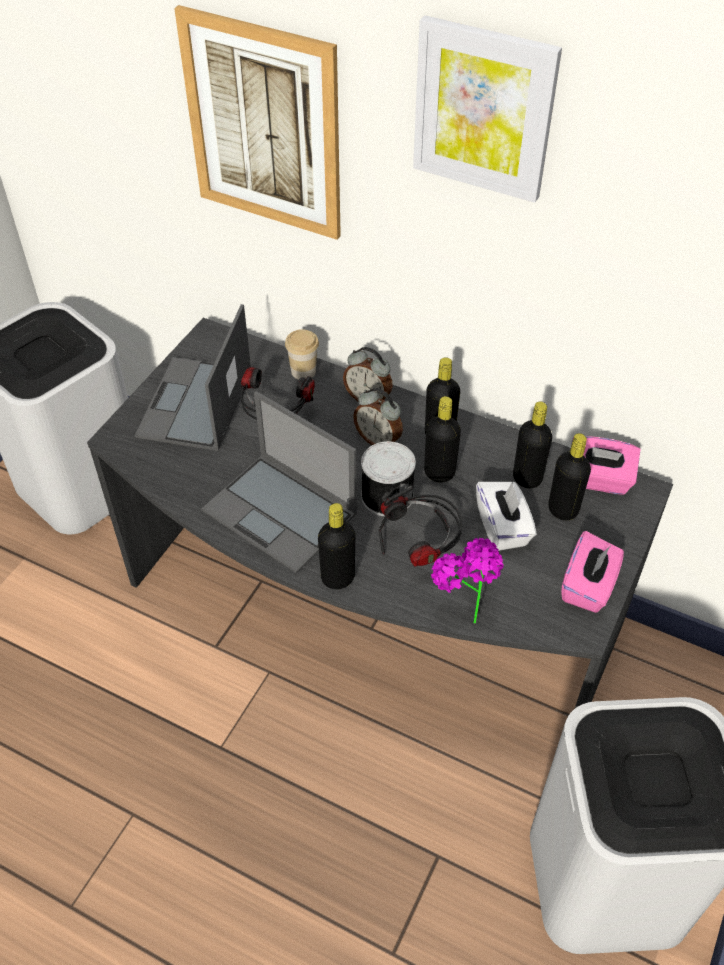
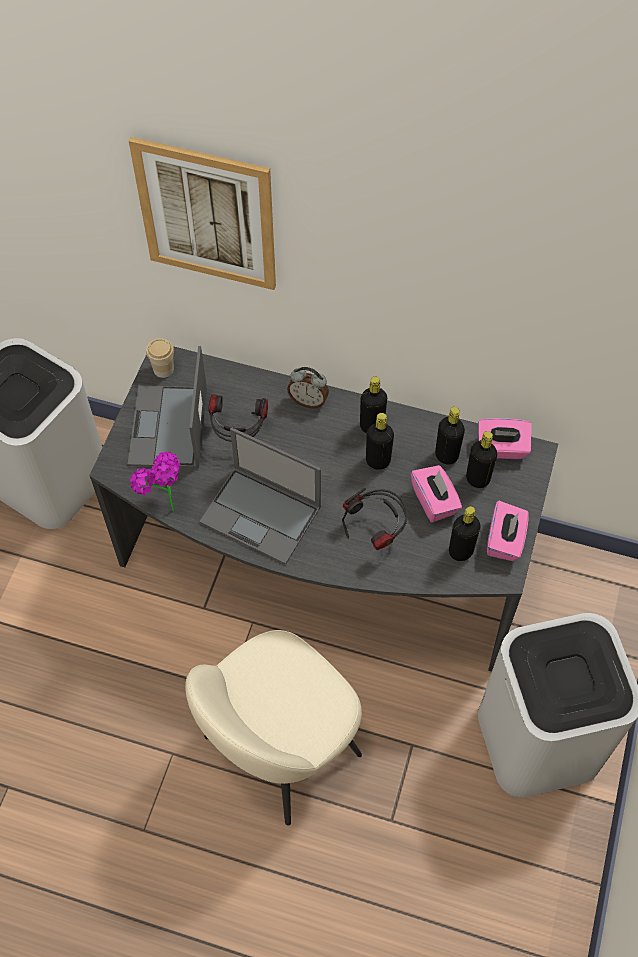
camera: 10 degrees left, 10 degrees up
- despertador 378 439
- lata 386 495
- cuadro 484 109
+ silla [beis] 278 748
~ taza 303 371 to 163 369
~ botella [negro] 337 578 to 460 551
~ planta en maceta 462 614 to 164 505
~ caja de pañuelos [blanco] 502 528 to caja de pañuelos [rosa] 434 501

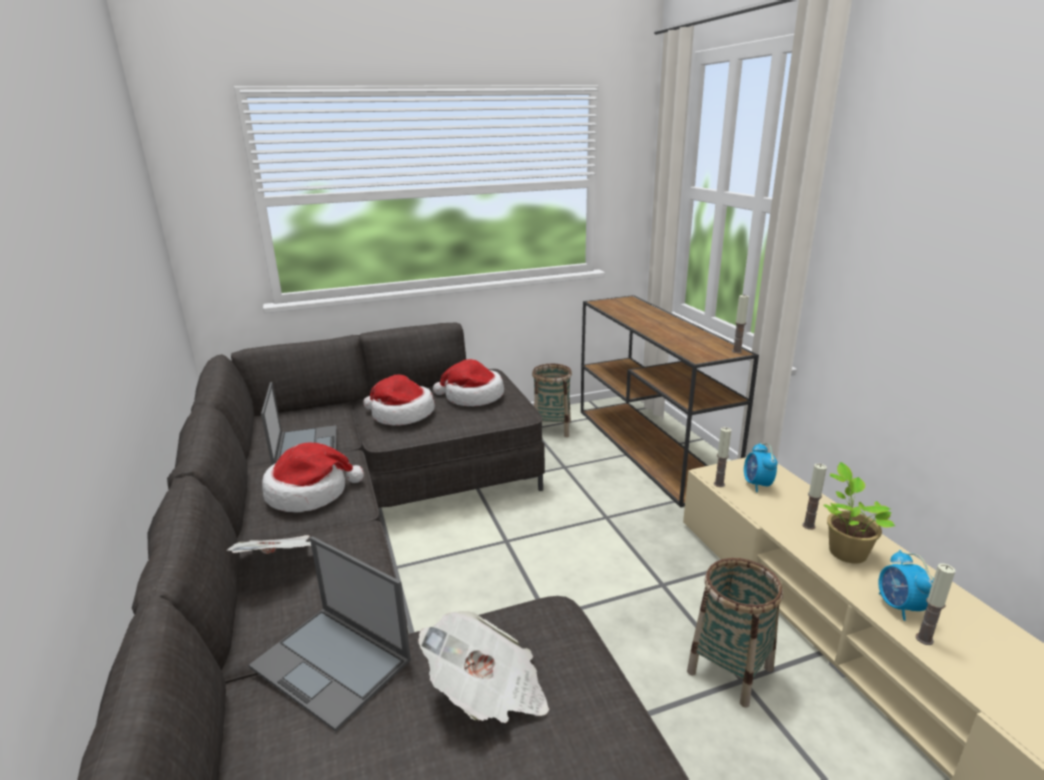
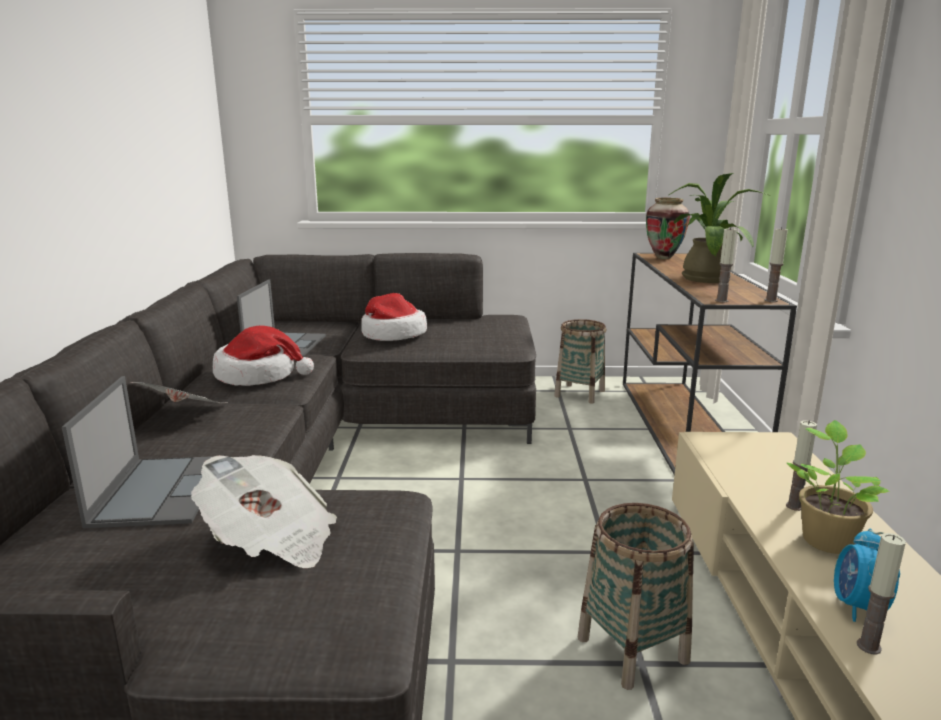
camera: 20 degrees right, 5 degrees down
- sombrero 472 397
- despertador 757 485
+ florero 664 257
+ planta en maceta 705 278
~ vela 719 484 to 721 301
~ portátil 332 664 = 161 490 150 degrees counterclockwise

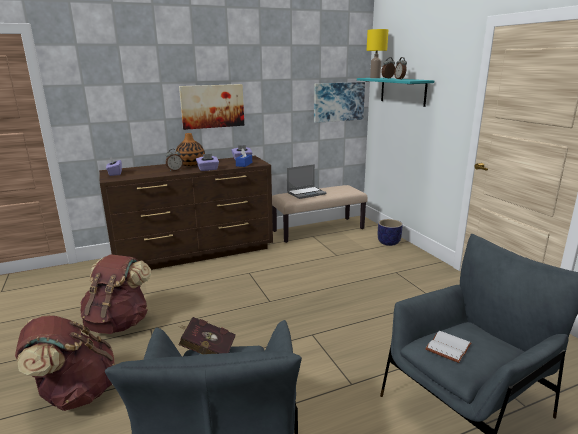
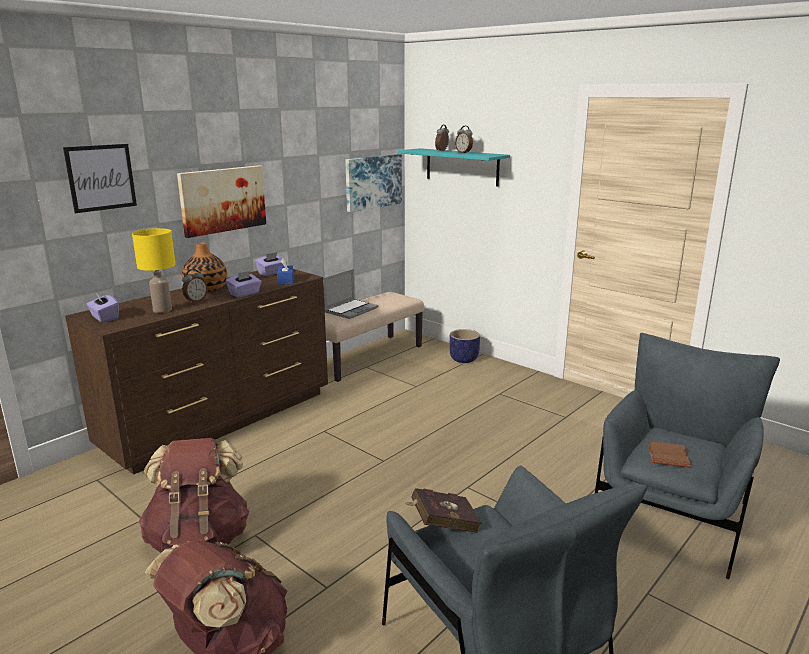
camera: 25 degrees left, 0 degrees up
+ cuadro 101 177
~ lámpara de mesa [amarillo] 375 78 to 162 310
~ libro [blanco] 447 346 to libro [marrón] 666 455

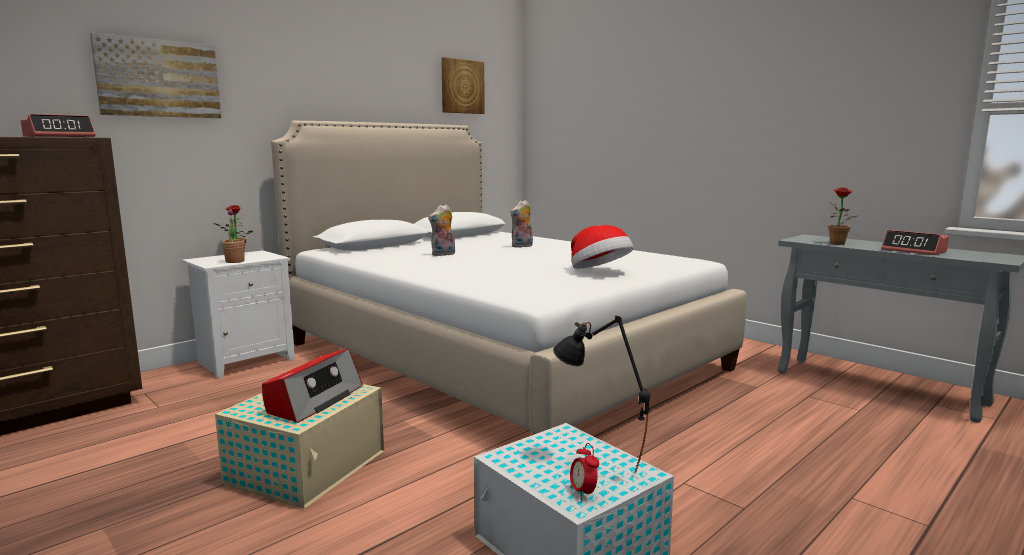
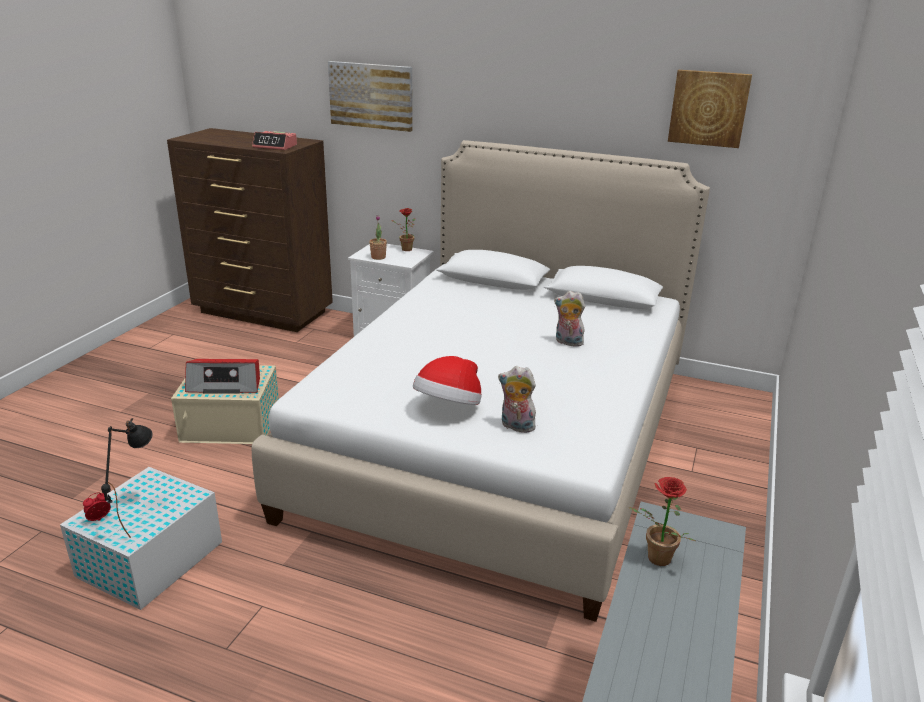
camera: 65 degrees right, 15 degrees up
- despertador 914 251
~ peluche 443 254 to 516 426

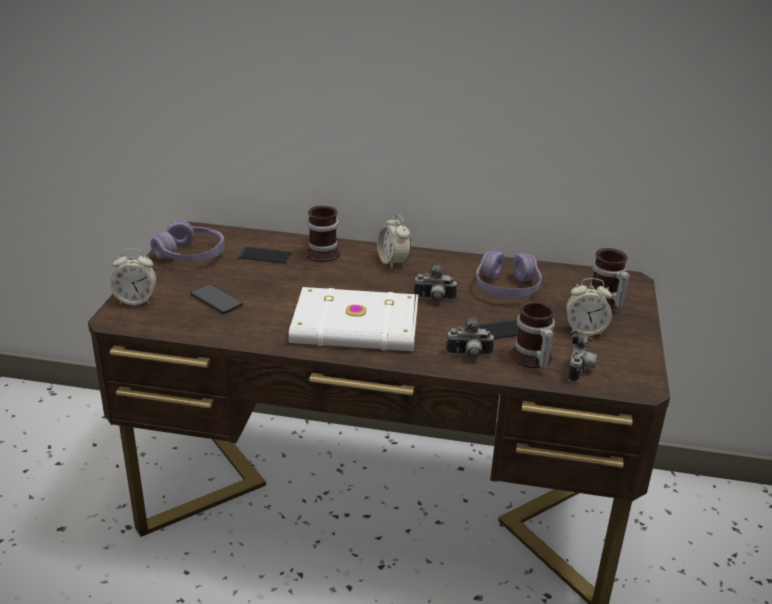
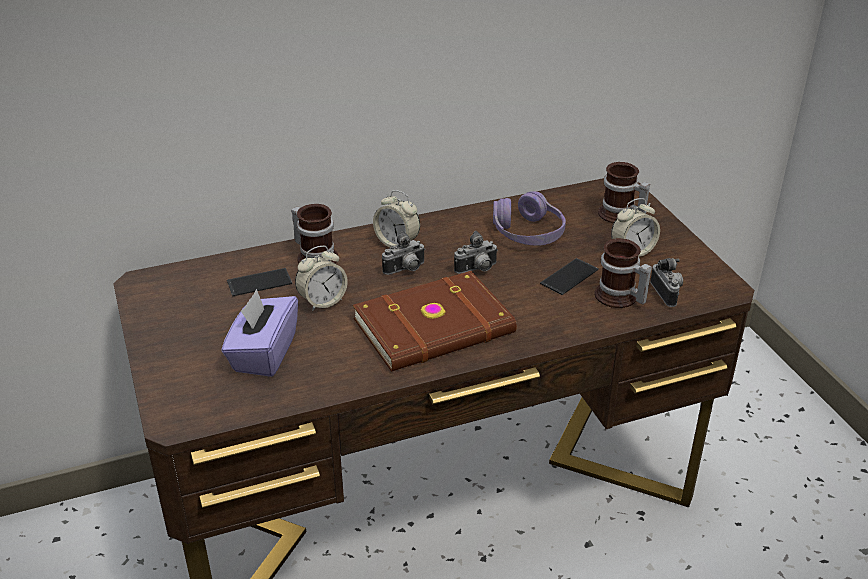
camera: 30 degrees left, 5 degrees up
- auriculares [morado] 191 255
~ despertador 136 300 to 322 301
~ cámara 469 356 to 405 270
~ móvil 216 300 to caja de pañuelos [morado] 263 354
~ libro [blanco] 356 327 to libro [marrón] 436 328

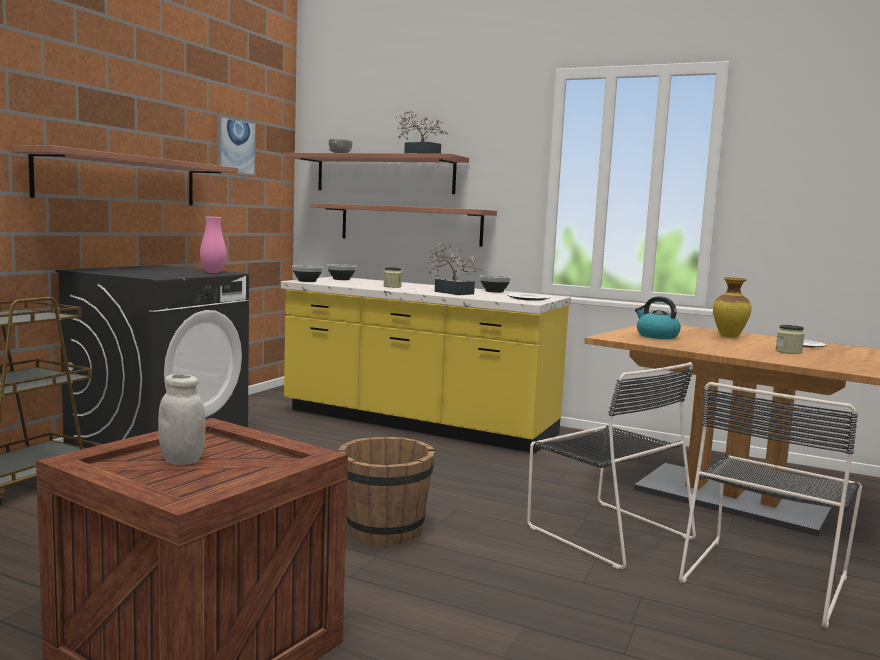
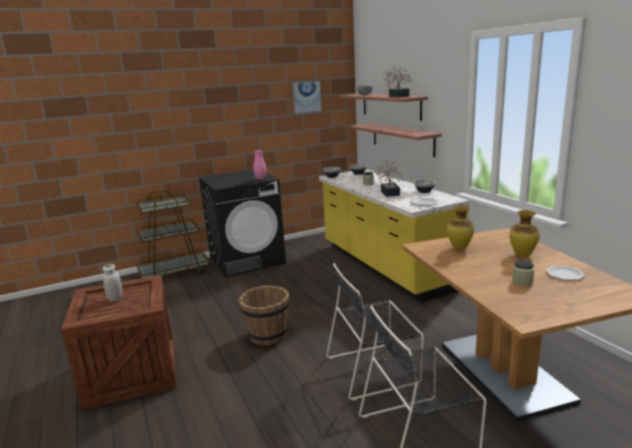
camera: 40 degrees right, 10 degrees up
- estante 119 180
~ hervidor 656 336 to florero 459 248
~ silla [negro] 605 531 = 375 369 75 degrees clockwise

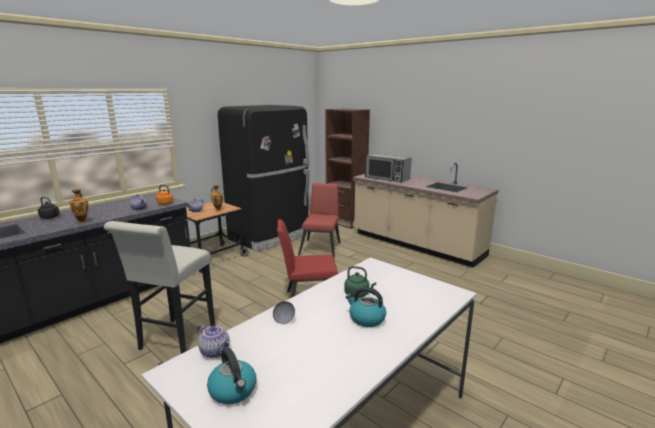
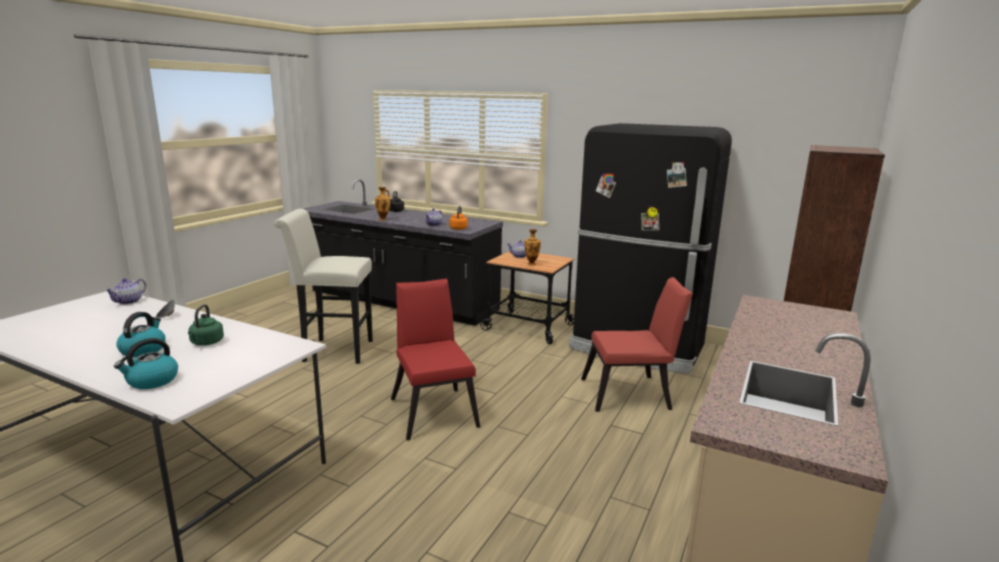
camera: 75 degrees right, 0 degrees up
- microondas 387 178
~ hervidor 233 391 to 152 381

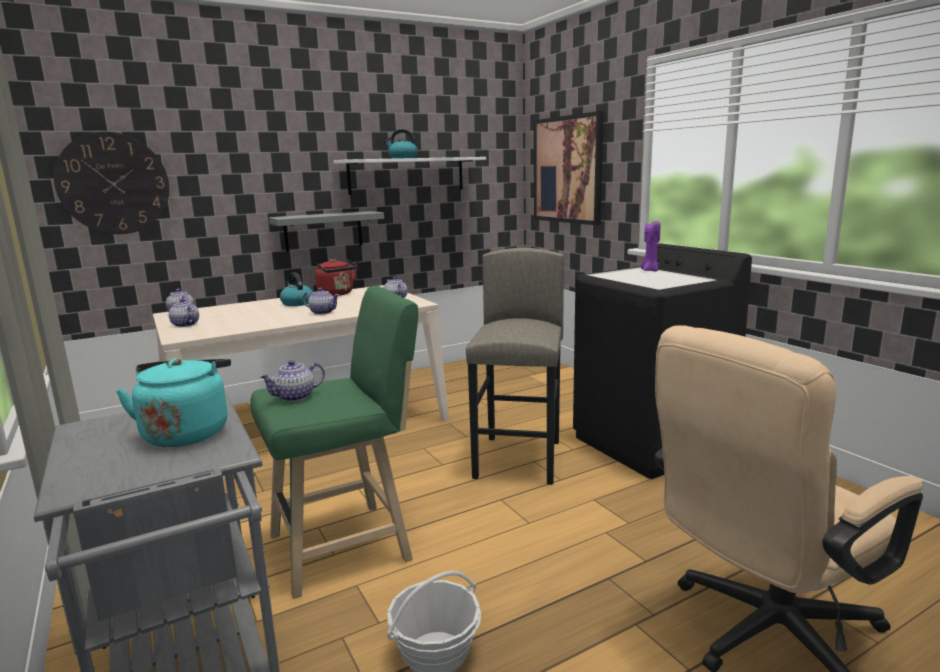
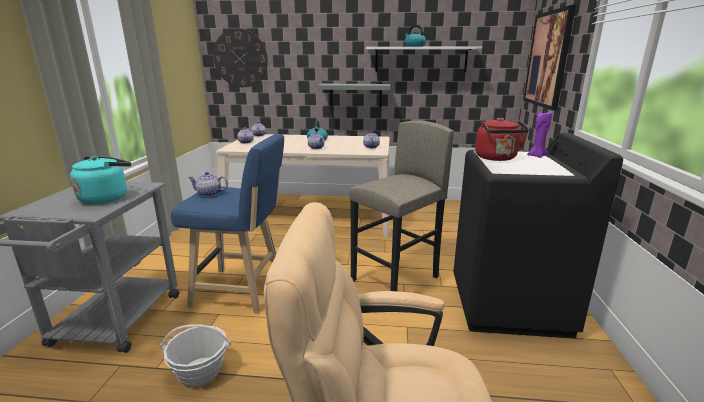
camera: 35 degrees right, 5 degrees up
~ hervidor [rojo] 337 294 to 497 158
~ taburete [verde] 348 545 to taburete [azul] 243 290

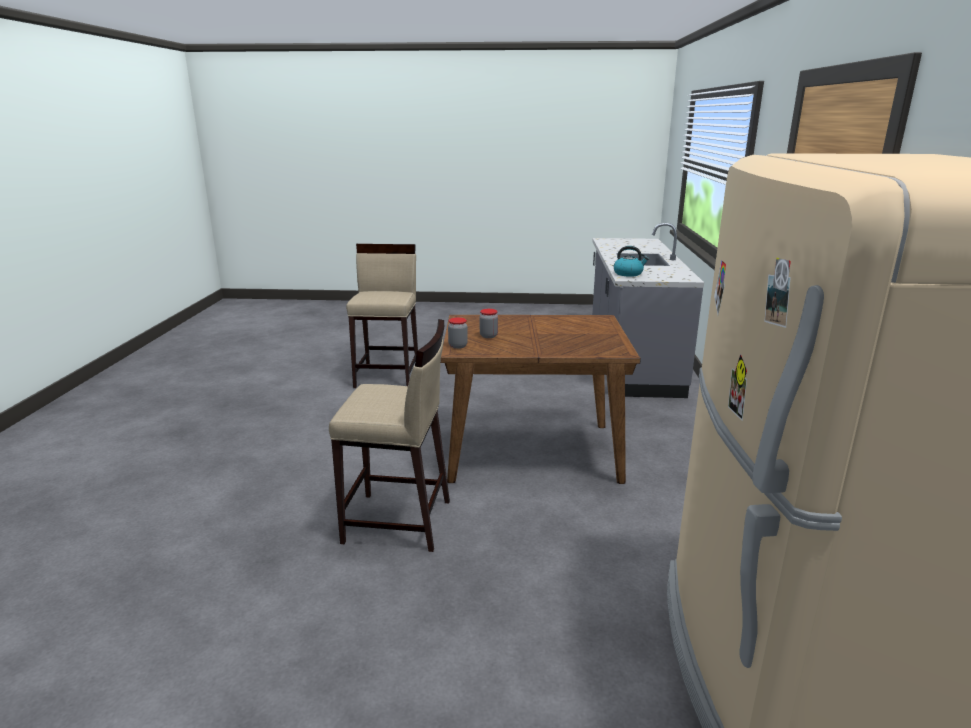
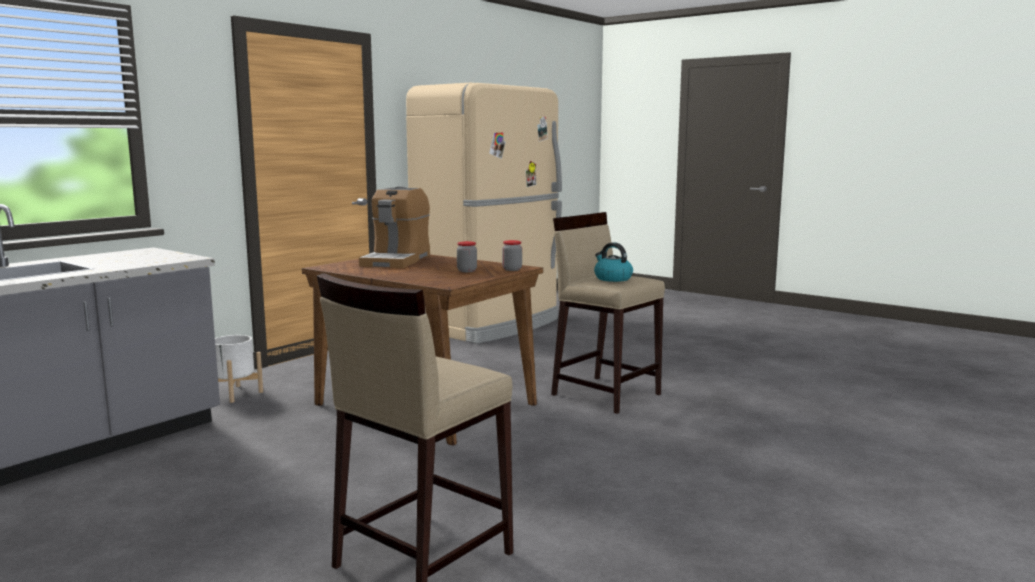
camera: 145 degrees left, 10 degrees down
+ maceta [blanco] 235 394
+ cafetera 397 260
~ hervidor 628 273 to 612 278

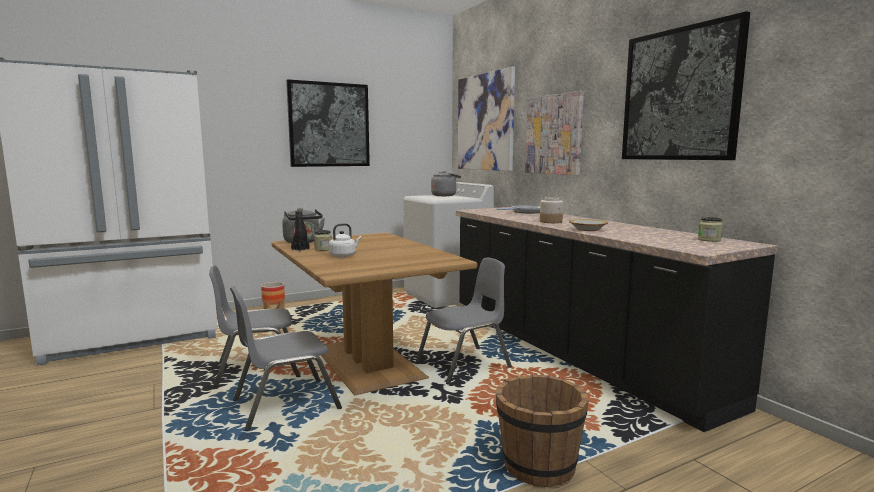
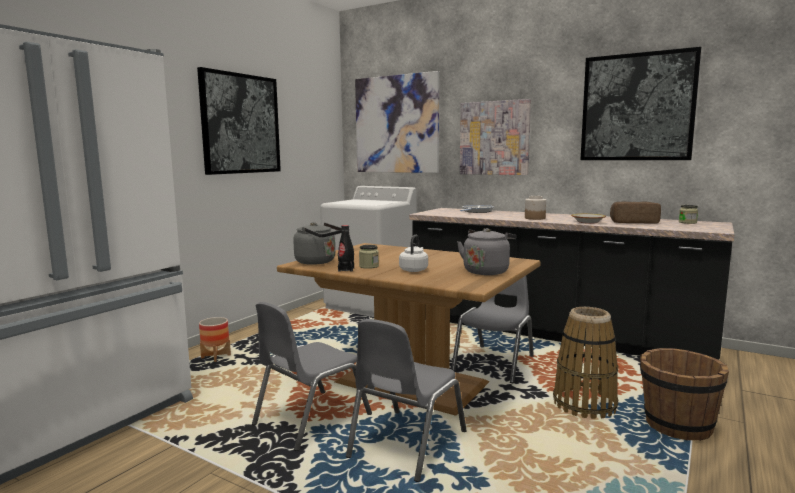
camera: 30 degrees left, 0 degrees up
+ cesta 585 405
+ pan 633 222
~ hervidor [gris] 445 195 to 486 271

